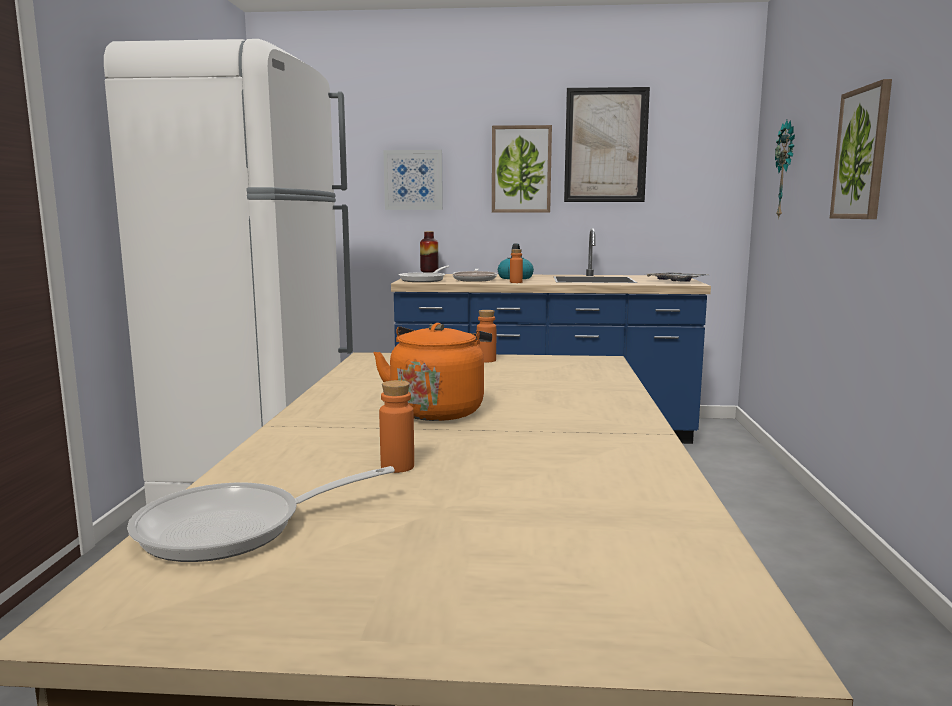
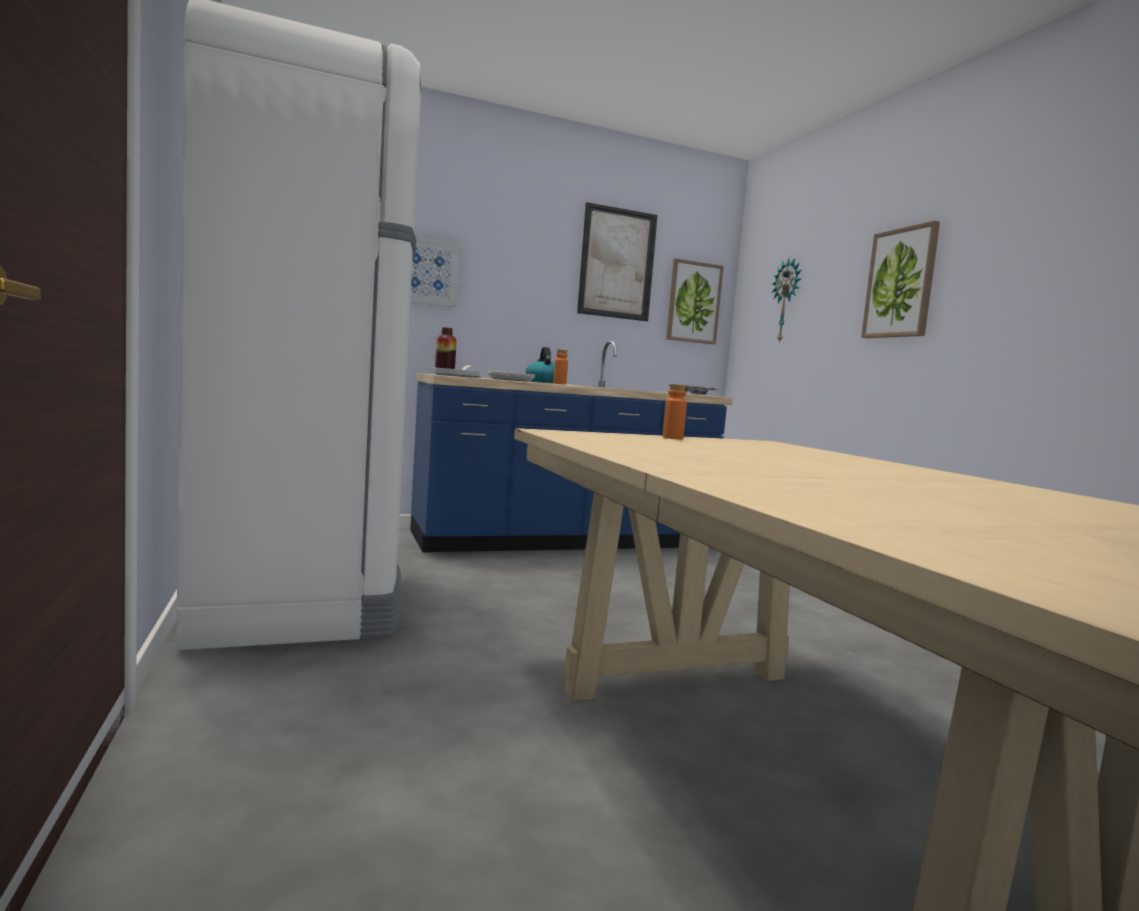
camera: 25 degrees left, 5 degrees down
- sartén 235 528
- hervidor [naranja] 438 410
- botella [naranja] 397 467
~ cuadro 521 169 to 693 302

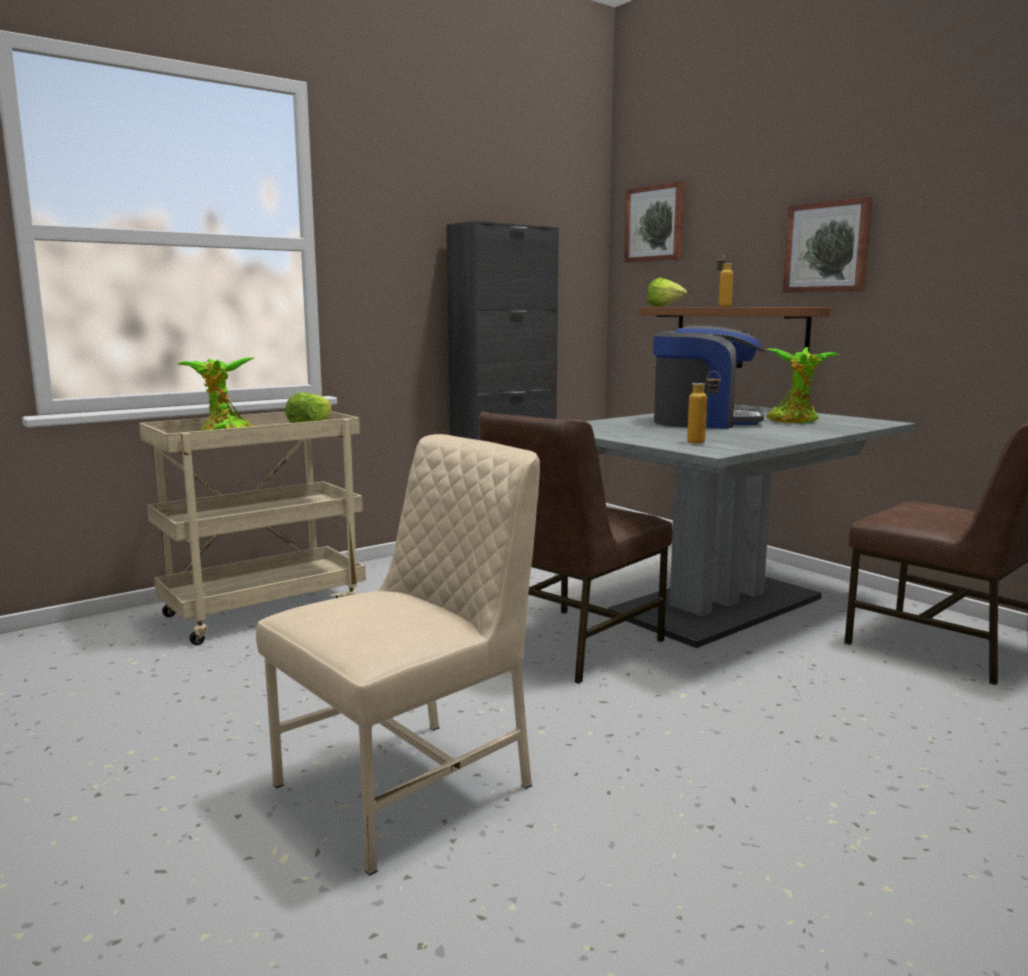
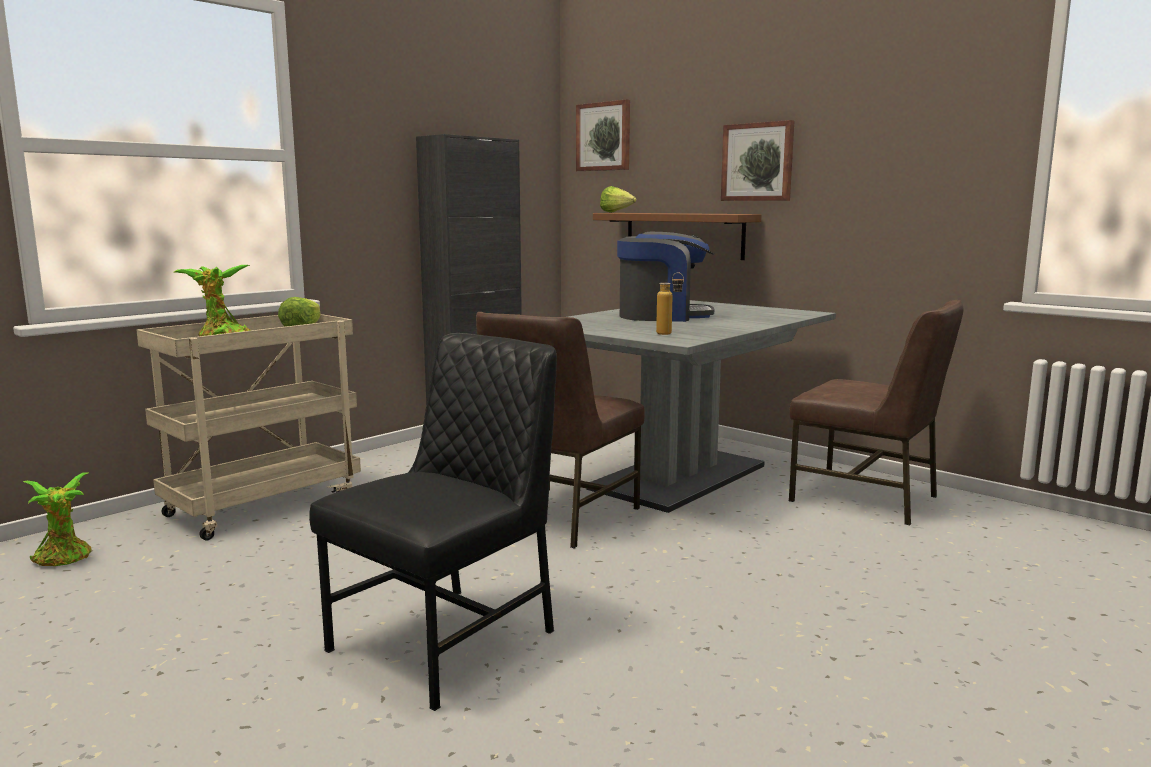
camera: 10 degrees left, 0 degrees up
- botella 722 306
~ planta en maceta 794 421 to 64 559
~ silla [beis] 409 786 to silla [negro] 448 640

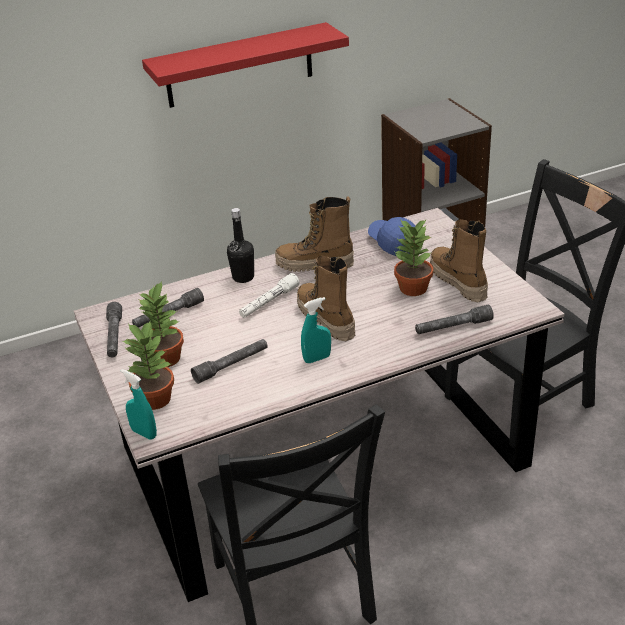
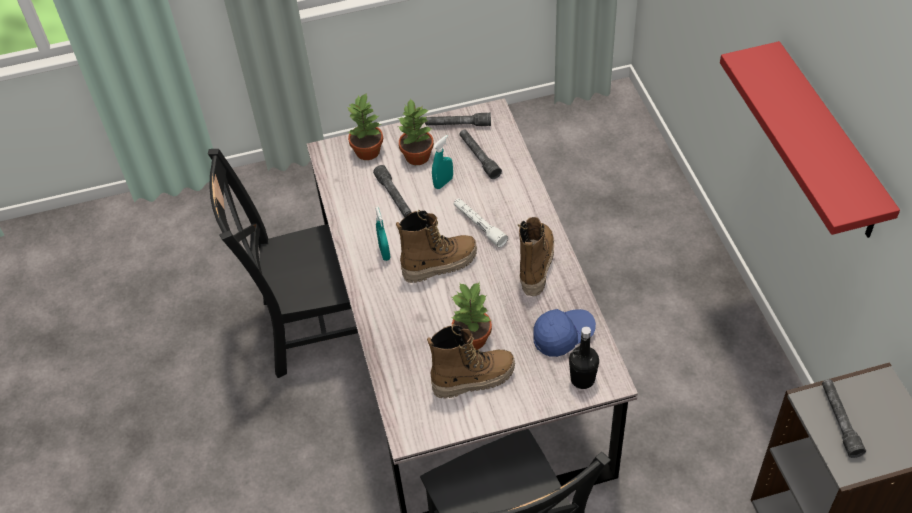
camera: 100 degrees right, 15 degrees up
~ pulverizador [turquesa] 144 433 to 443 182
~ botella [negro] 243 277 to 582 379
~ linterna [gris] 453 327 to 839 421

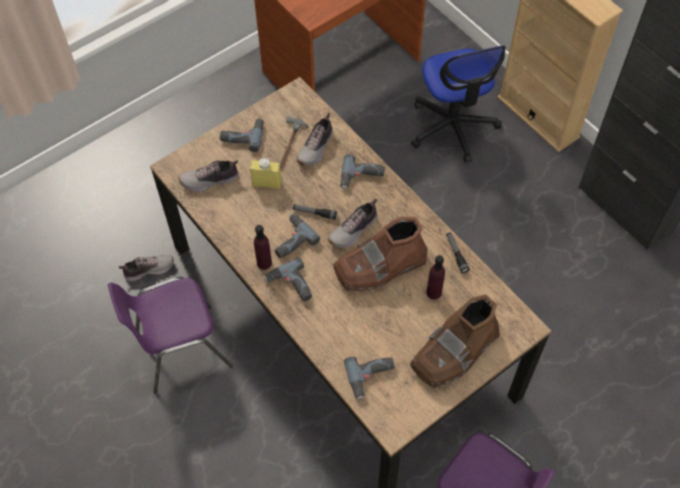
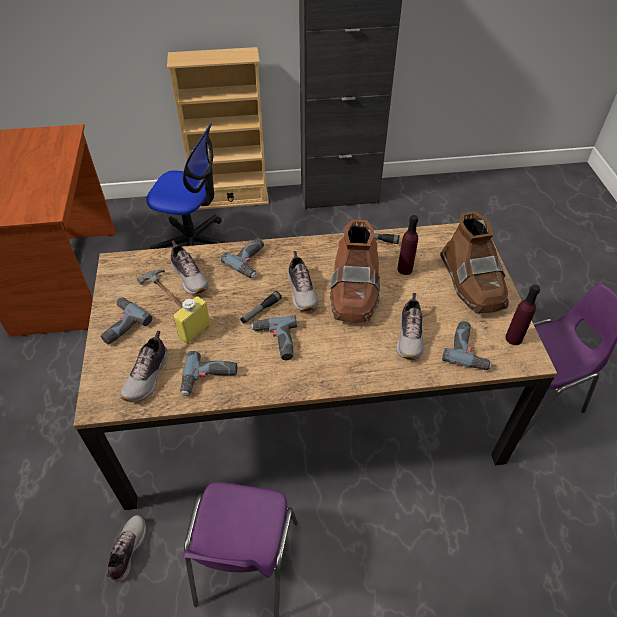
camera: 60 degrees left, 10 degrees down
+ zapato 410 337
~ botella [morado] 264 263 to 513 338
~ taladro 290 286 to 209 379

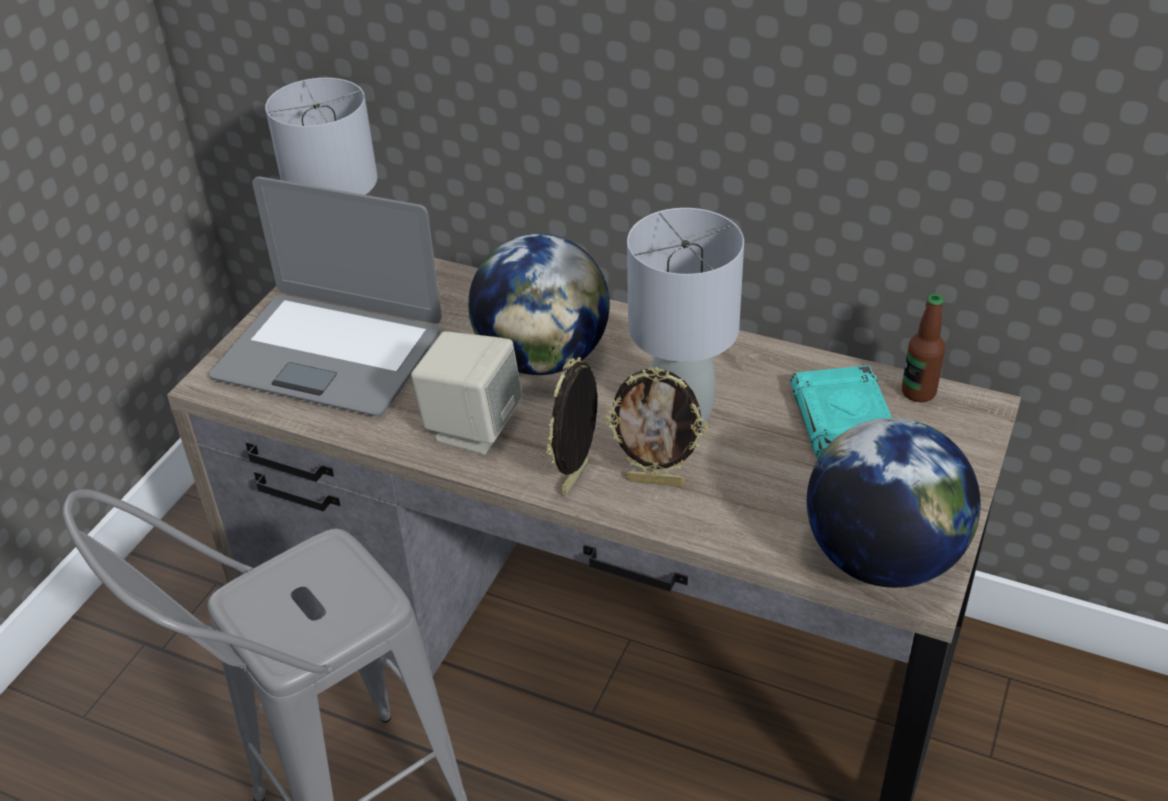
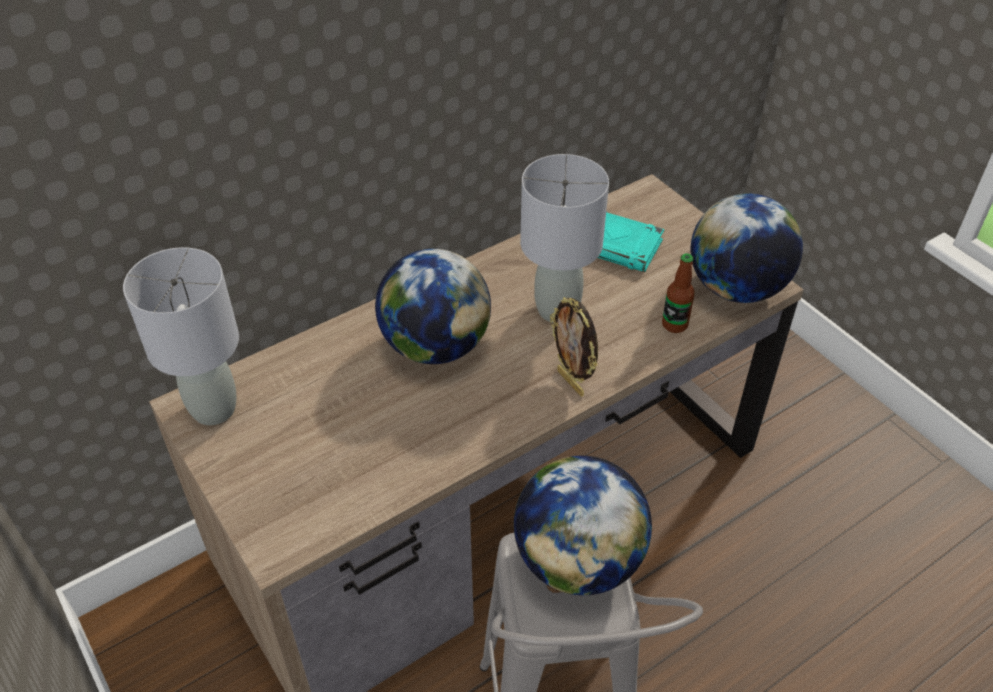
camera: 60 degrees left, 5 degrees up
- portátil 330 354
- altavoz [beis] 472 427
- portarretratos 656 481
+ globo terráqueo 578 561
~ botella 918 392 to 674 324

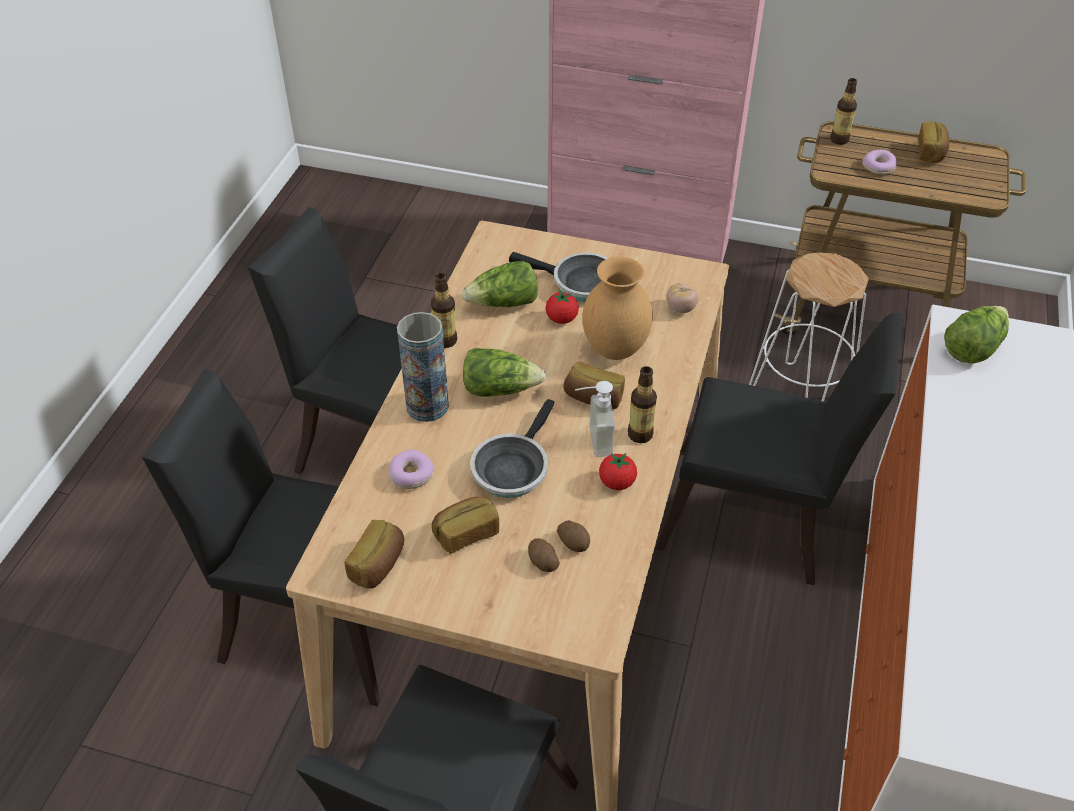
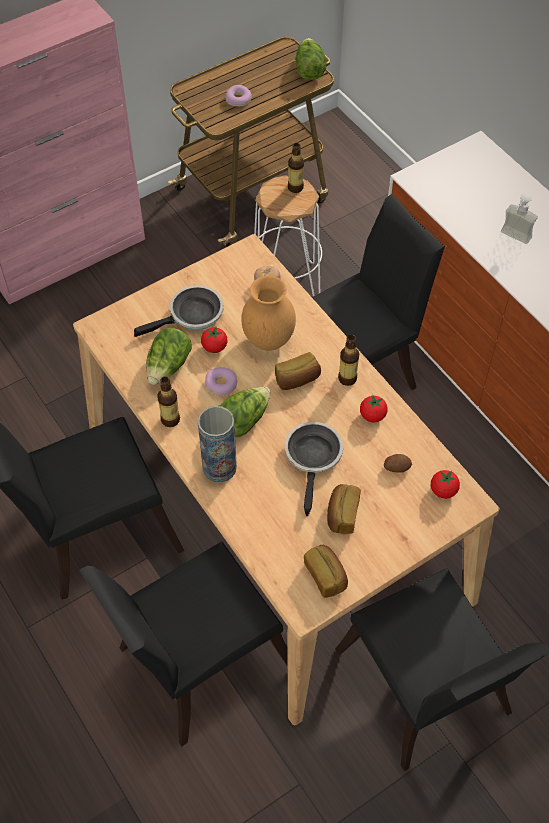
camera: 50 degrees left, 10 degrees up
- patata 542 562
- pan 931 152
+ tomate 443 490
~ rosquilla 411 475 to 221 385
~ dispensador de jabón 591 441 to 513 239
~ botella 839 140 to 295 187
~ lechuga 972 347 to 309 69
~ sartén 512 468 = 313 458 150 degrees counterclockwise

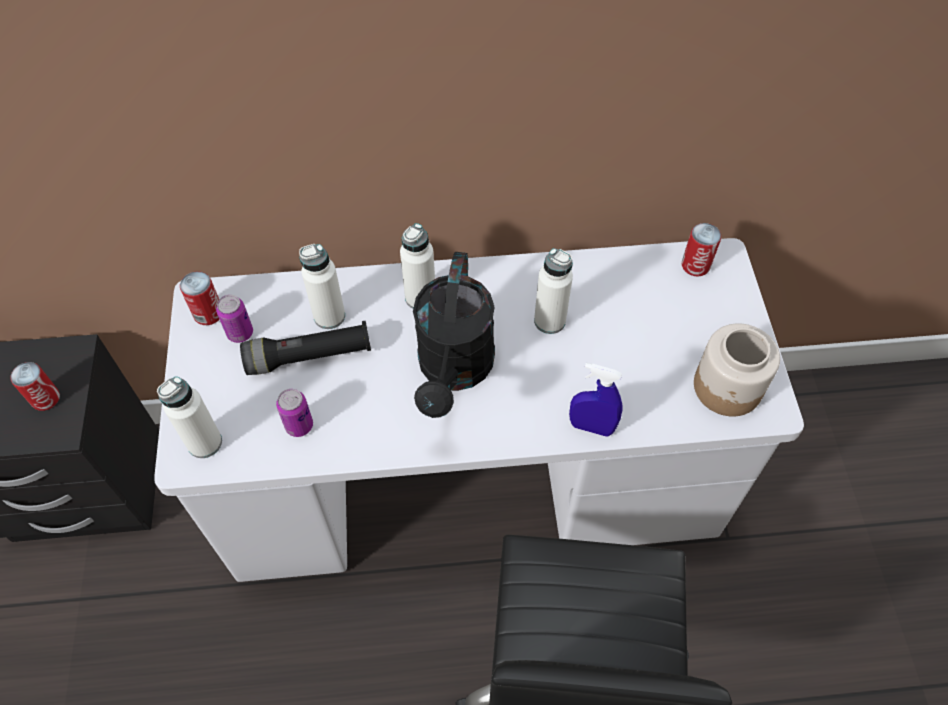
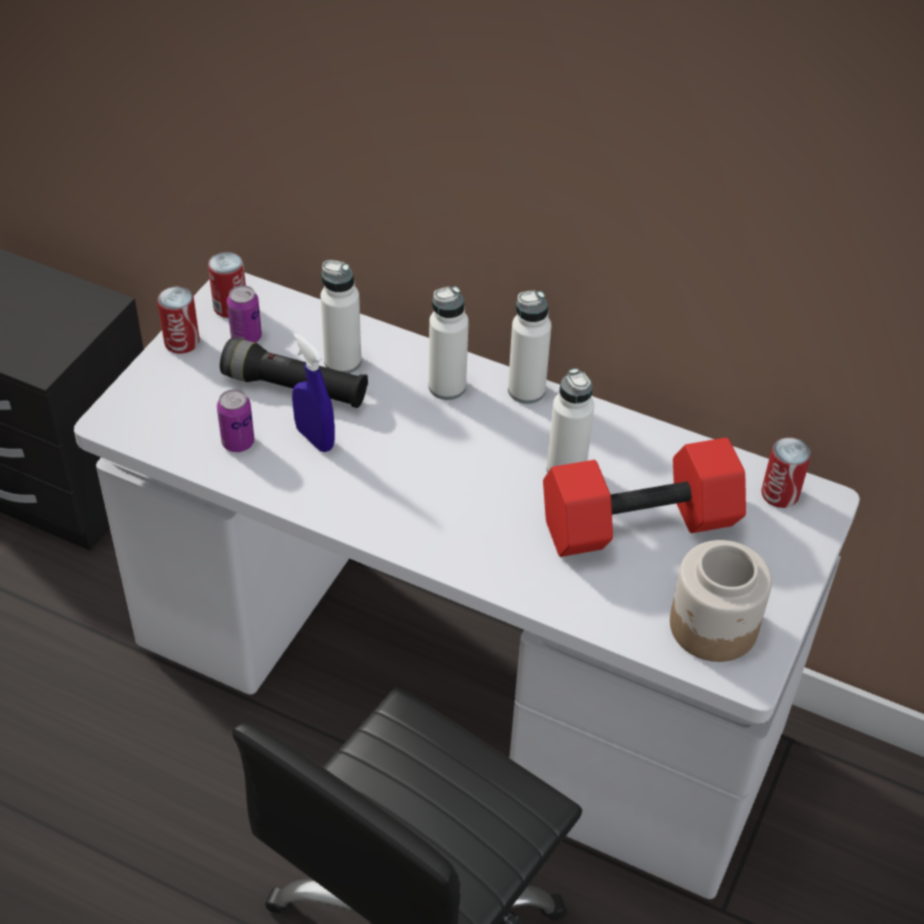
camera: 30 degrees right, 10 degrees down
- regadera [negro] 454 371
+ mancuerna [rojo] 639 521
~ lata 45 398 to 182 342
~ botella [blanco] 204 443 to 526 390
~ pulverizador [azul] 591 427 to 315 438

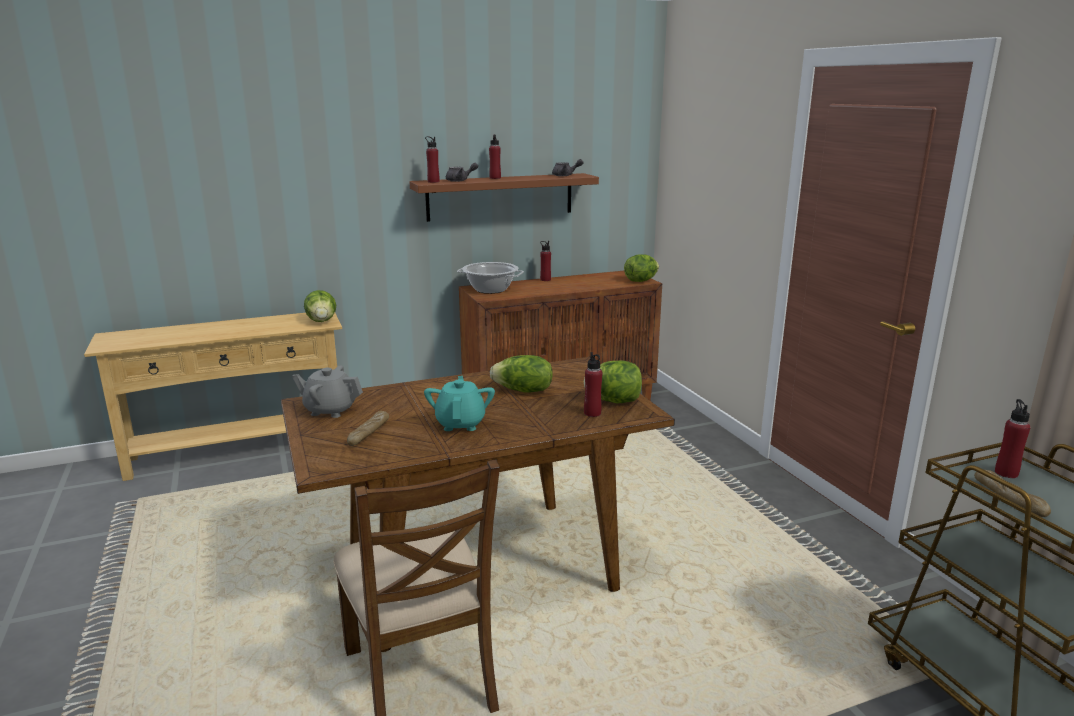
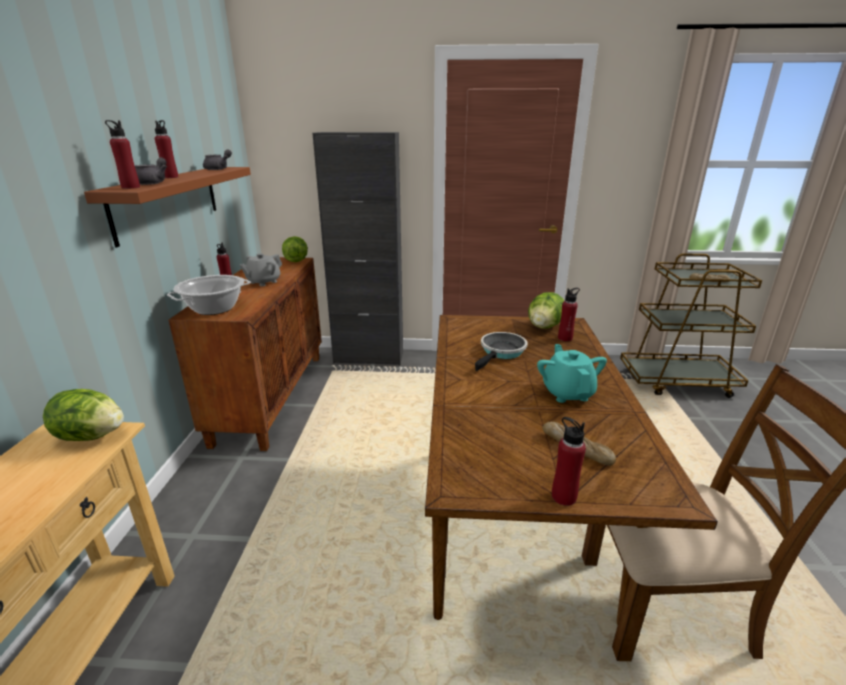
camera: 65 degrees left, 5 degrees up
+ armario [negro] 369 357
~ tetera [gris] 330 410 to 263 282
~ botella [rojo] 1006 473 to 563 496
~ lechuga 523 390 to sartén 501 352
~ tetera [turquesa] 460 423 = 567 393 60 degrees clockwise

